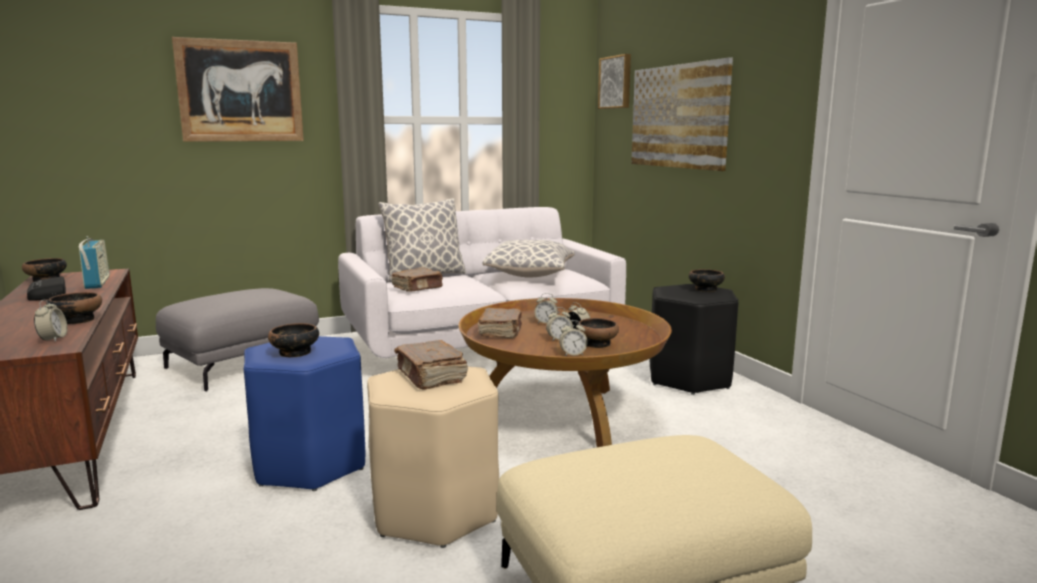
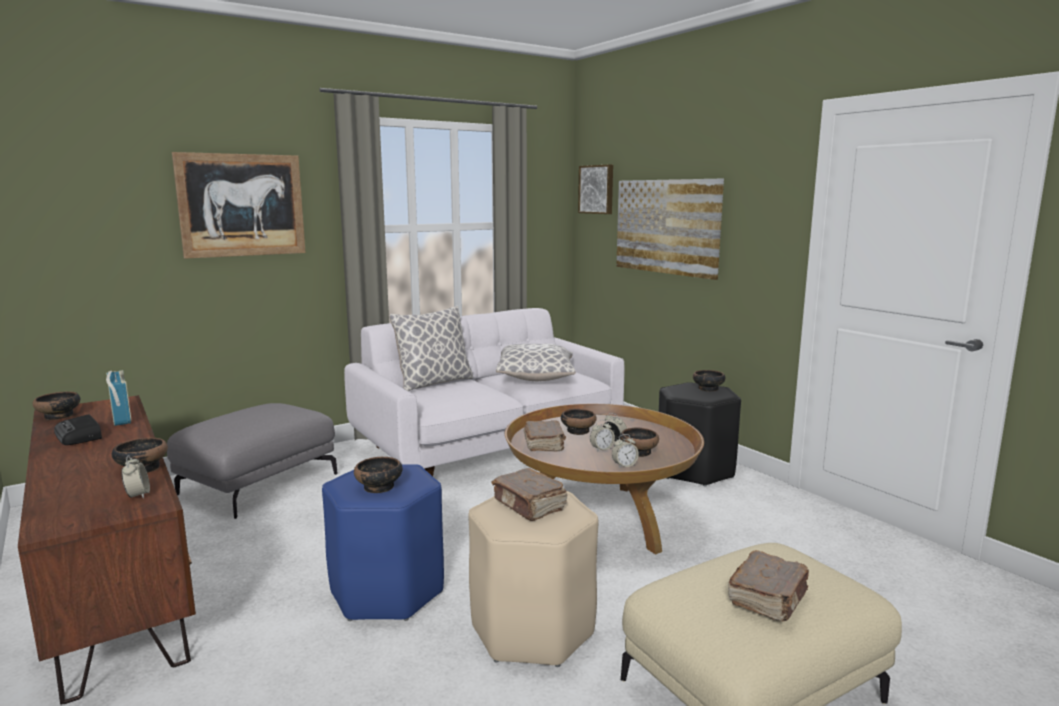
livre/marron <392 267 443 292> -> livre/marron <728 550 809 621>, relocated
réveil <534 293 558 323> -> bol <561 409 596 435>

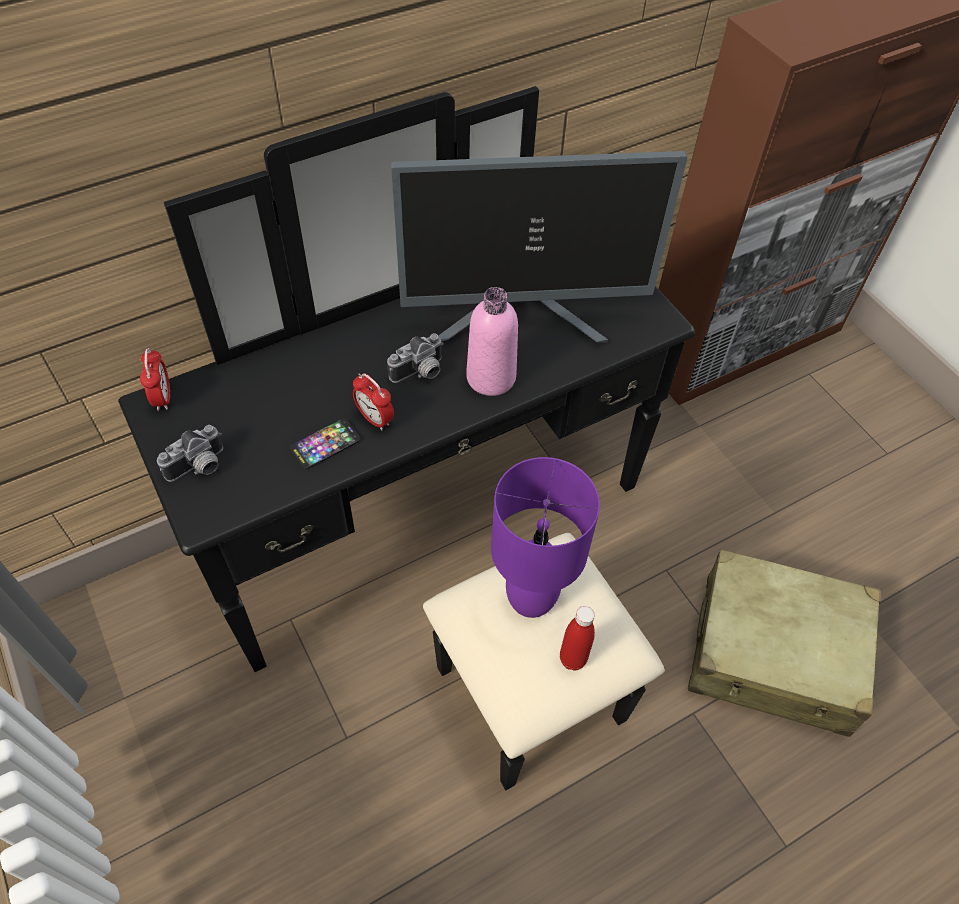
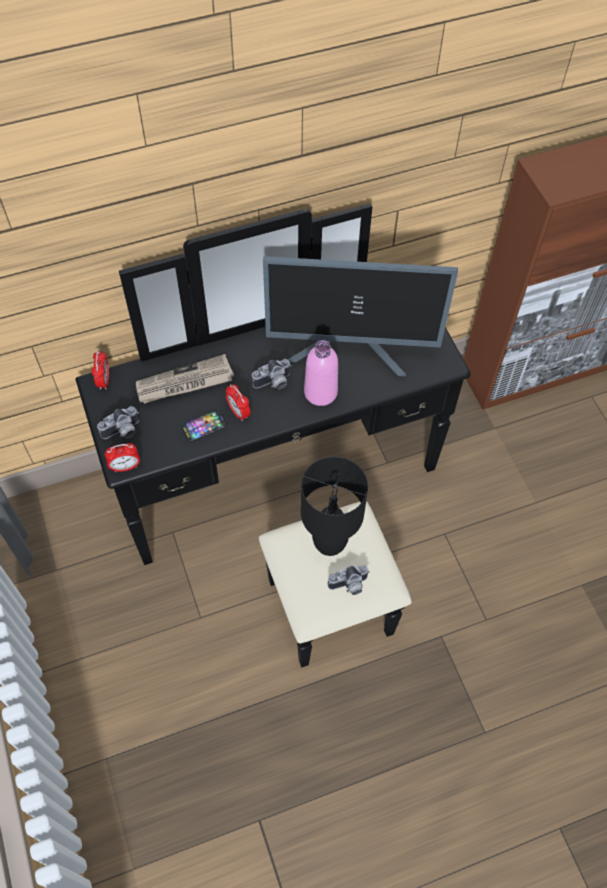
lampe de table/violet <491 457 600 618> -> lampe de table/noir <301 456 368 556>
bouteille/rouge <560 606 595 671> -> appareil photo <328 565 370 595>
valise/beige <688 549 880 737> -> none
none -> réveil <105 443 140 473>
none -> journal <136 354 234 404>

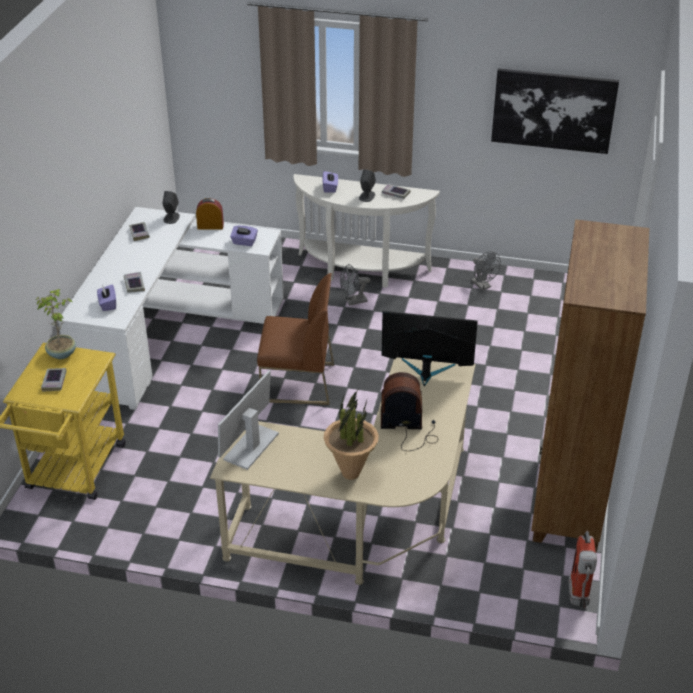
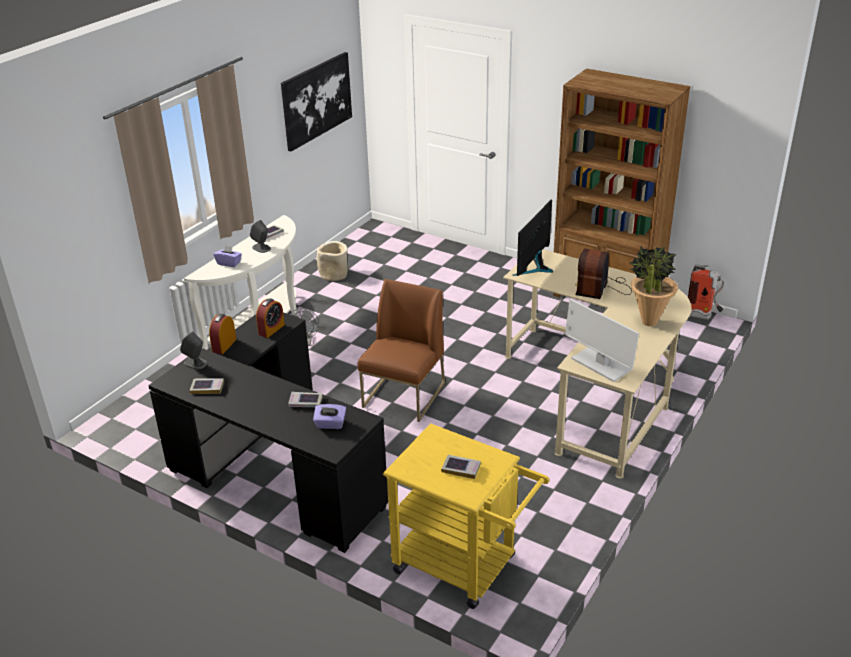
plante en pot <35 289 76 359> -> none
bureau/blanc <58 207 284 410> -> bureau/noir <148 312 388 553>
boîte à mouchoirs/violet <230 226 258 246> -> réveil <256 298 285 338>
ventilateur/gris <471 252 501 290> -> cache-pot/beige <317 241 348 281>

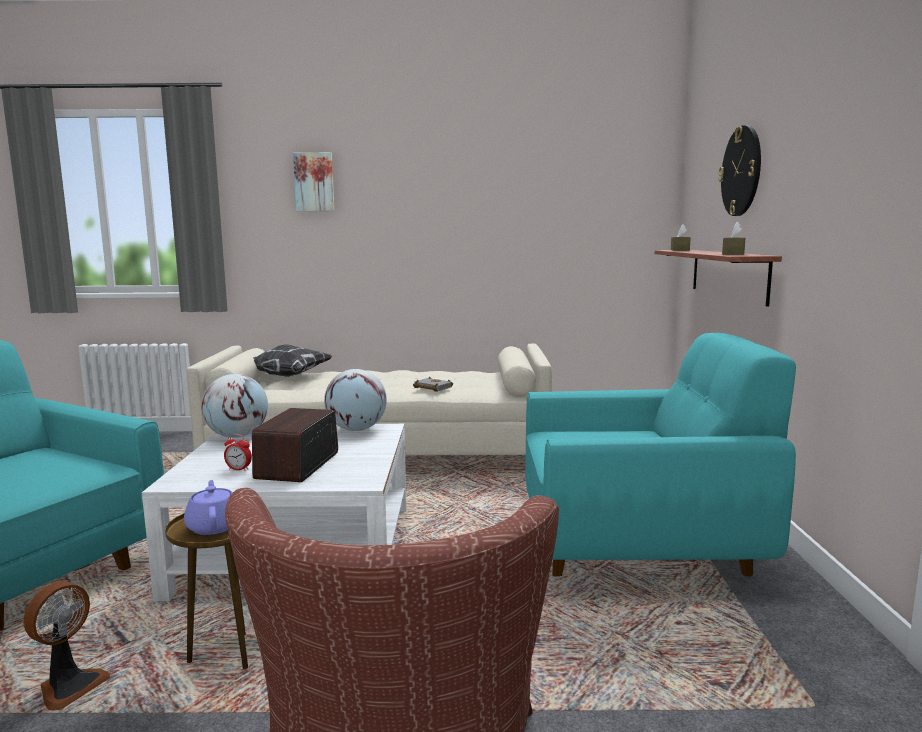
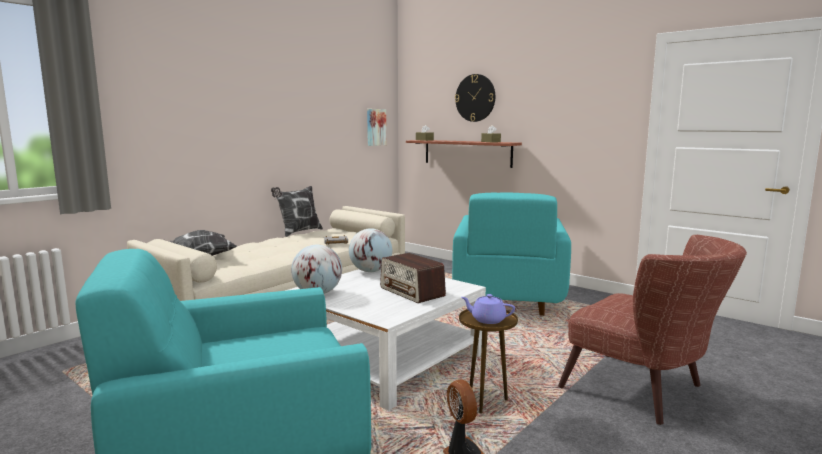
réveil <224 434 252 471> -> none
tableau <293 152 334 211> -> tableau <367 109 387 146>, relocated
fauteuil/turquoise <526 333 796 577> -> fauteuil/turquoise <452 193 571 316>, 150 degrees clockwise
none -> coussin <271 186 323 237>

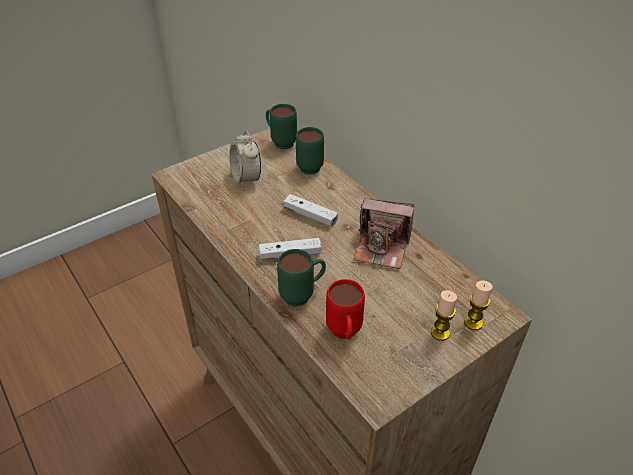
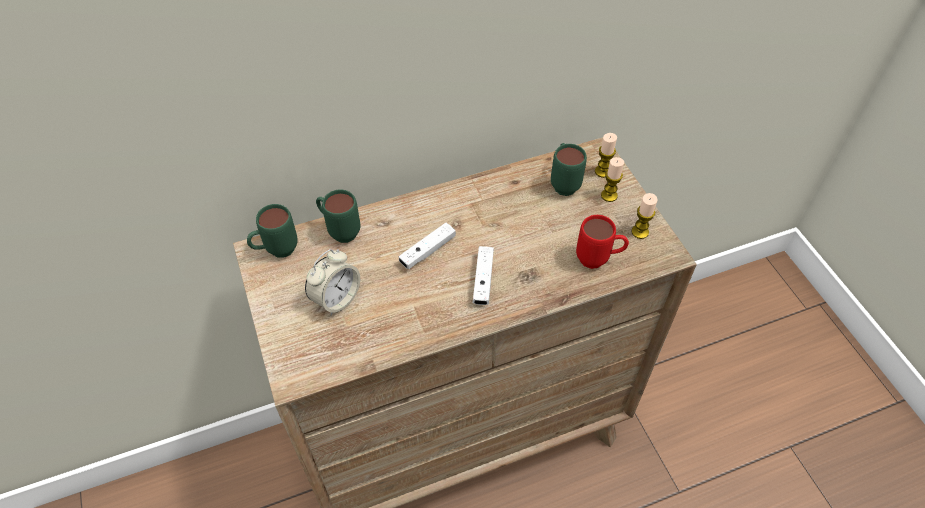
réveil <229 130 261 188> -> réveil <305 249 360 316>, 45 degrees counterclockwise
mug/vert <277 249 326 306> -> mug/vert <551 143 587 196>, relocated
appareil photo <353 198 414 269> -> none
none -> bougie <632 193 658 239>

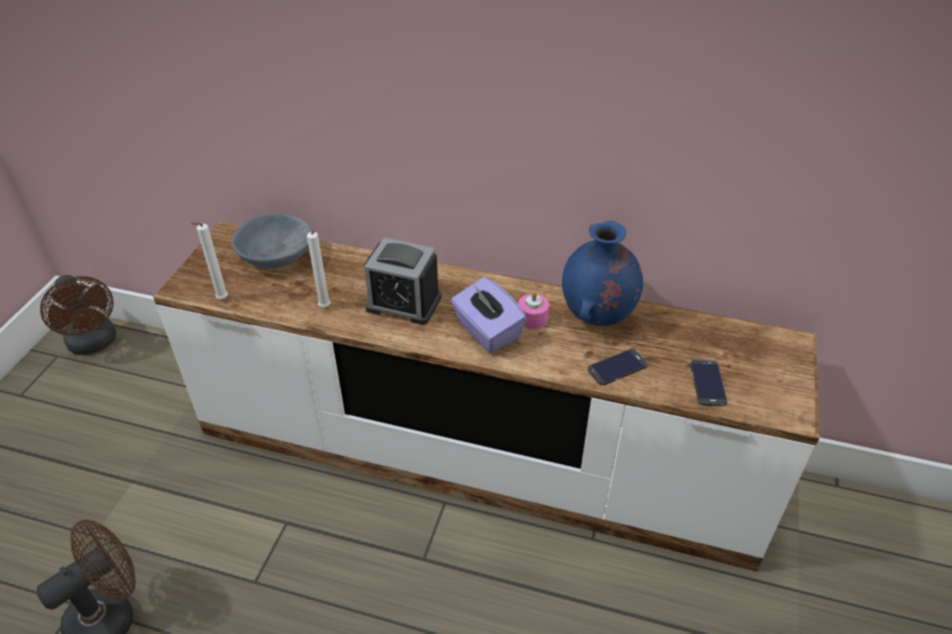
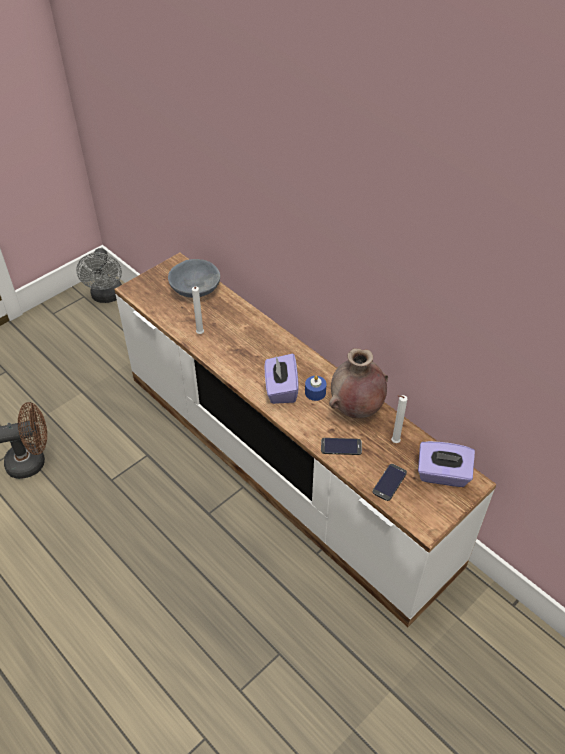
ventilateur/marron <40 275 116 355> -> ventilateur/gris <76 248 122 303>
bougie/blanc <191 223 228 299> -> bougie/blanc <391 395 407 443>, relocated
réveil <364 238 441 325> -> none
bougie/rose <518 291 549 329> -> bougie/bleu <305 375 327 401>
vase/bleu <562 221 643 326> -> vase/marron <329 348 388 418>
none -> boîte à mouchoirs/violet <418 441 475 487>

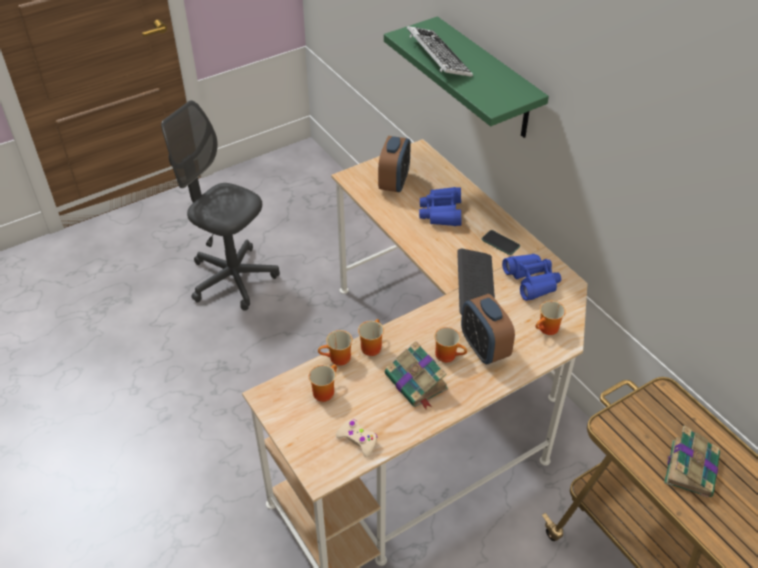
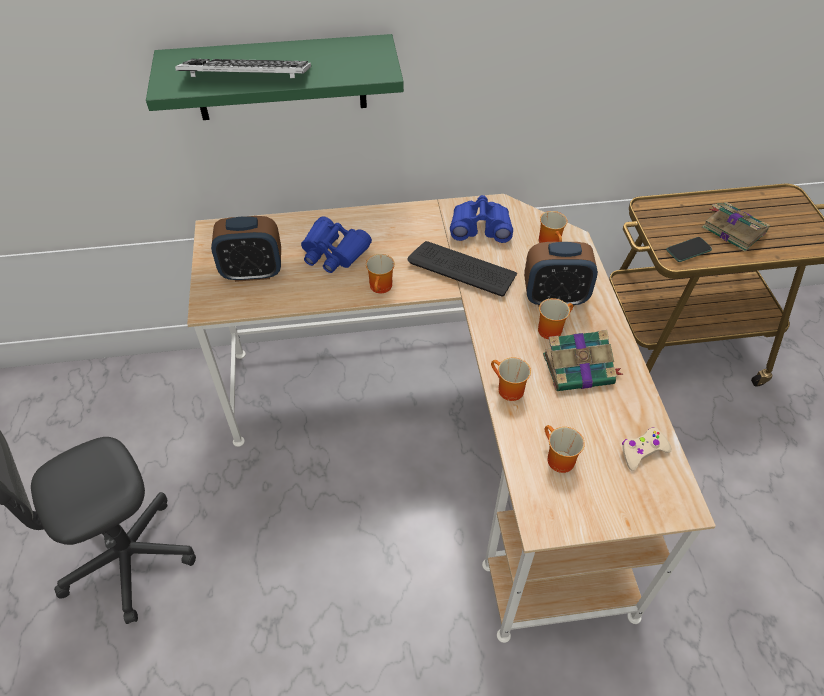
mug <318 330 353 366> -> mug <366 254 395 293>, relocated
réveil <378 136 411 193> -> réveil <211 216 281 282>, 135 degrees clockwise
téléphone <482 230 520 255> -> téléphone <666 237 712 262>, relocated

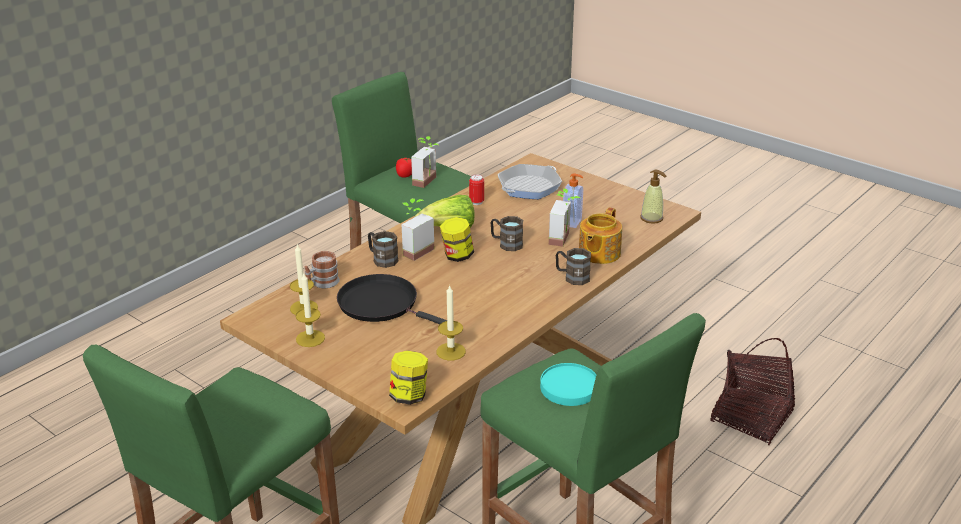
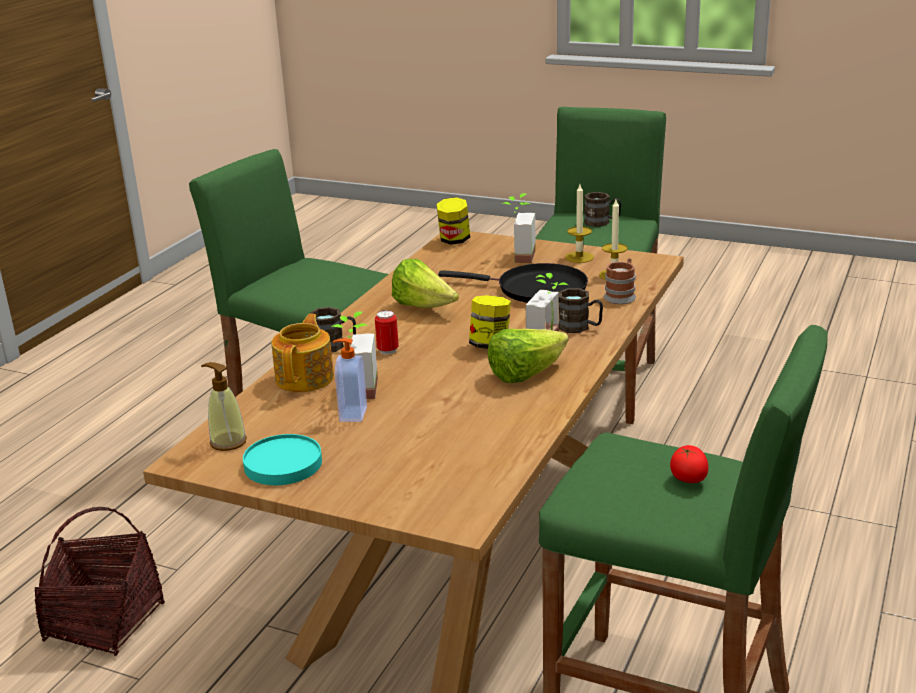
plante en pot <411 136 438 188> -> plante en pot <501 193 536 263>, relocated
bougie <436 284 466 361> -> none
boîte métallique <469 174 484 205> -> boîte métallique <375 310 399 355>, relocated
mug/marron <490 216 523 251> -> mug/marron <584 192 621 227>, relocated
poêle <497 164 562 199> -> none
assiette/turquoise <540 363 596 406> -> assiette/turquoise <243 434 322 485>, relocated
none -> laitue <392 259 459 308>

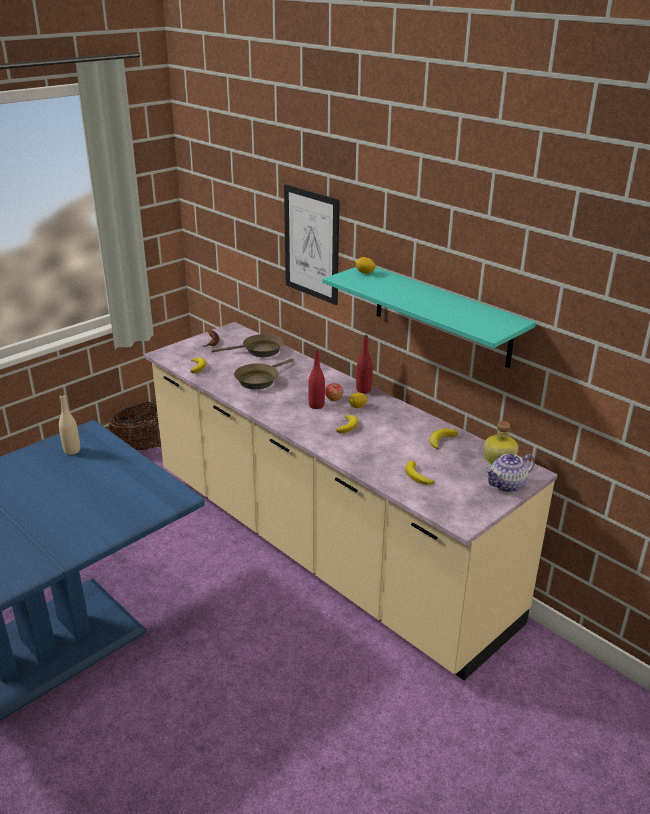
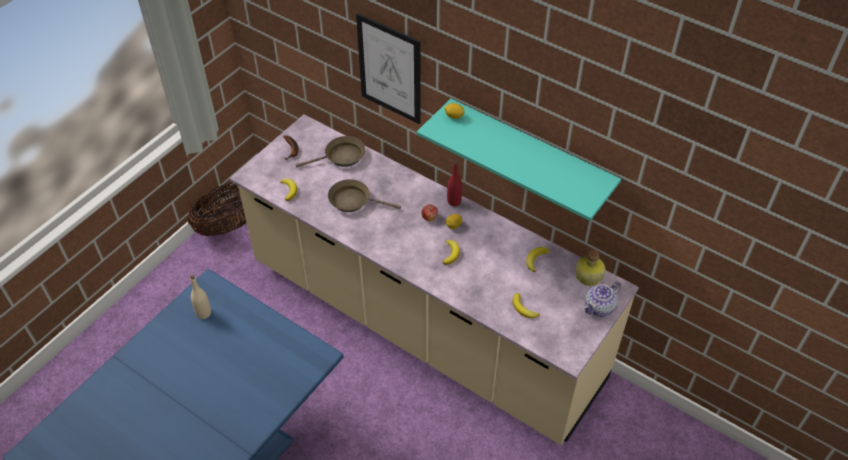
poêle/marron <234 358 293 389> -> poêle/marron <328 179 401 212>, 75 degrees clockwise
bouteille/rouge <308 349 325 409> -> none

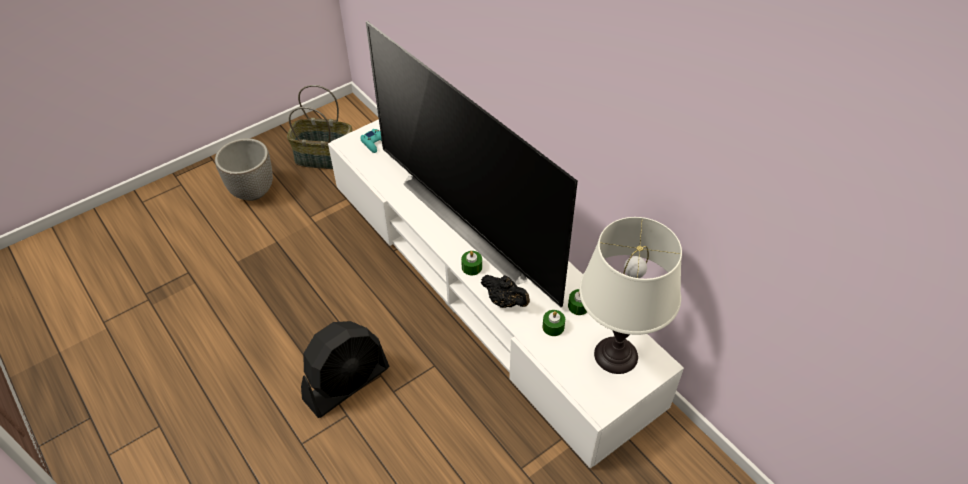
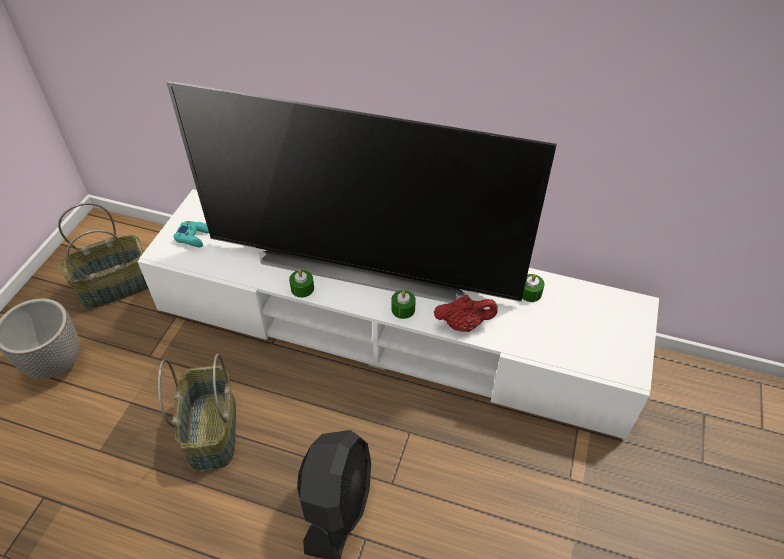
théière/noir <481 275 530 308> -> théière/rouge <434 295 498 332>
bougie/vert <542 310 565 336> -> bougie/vert <289 270 314 298>, relocated
lampe de table/blanc <579 217 682 374> -> none
none -> panier <158 354 236 470>

